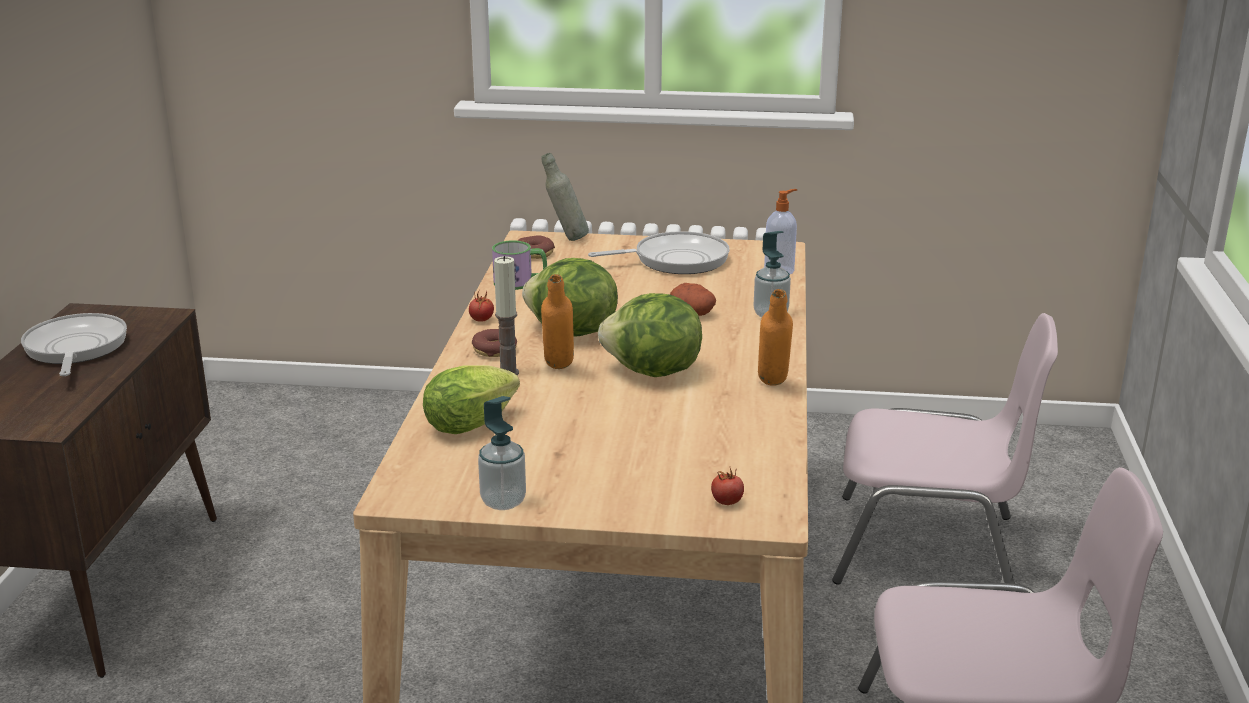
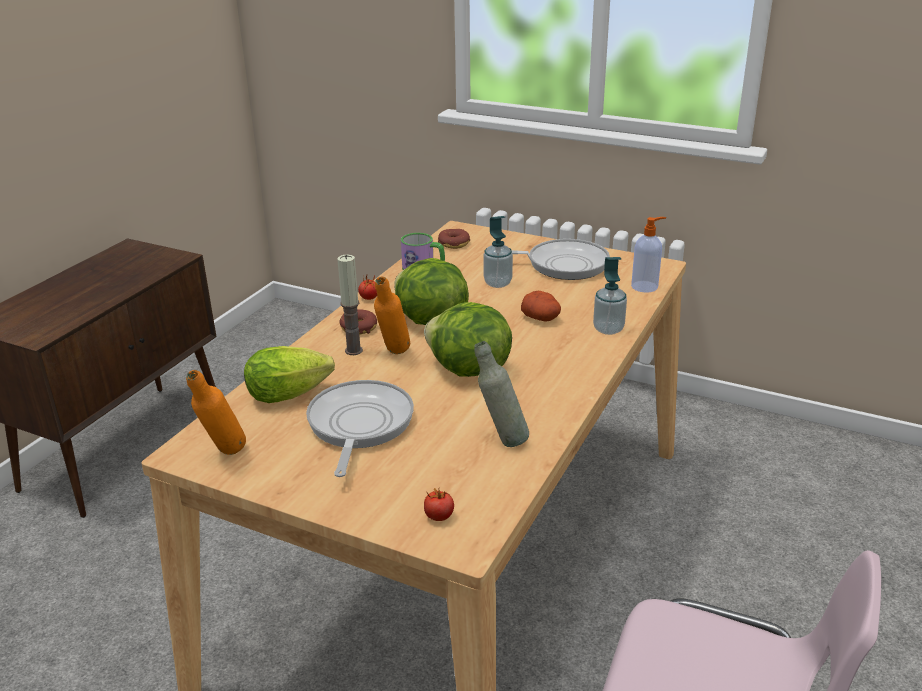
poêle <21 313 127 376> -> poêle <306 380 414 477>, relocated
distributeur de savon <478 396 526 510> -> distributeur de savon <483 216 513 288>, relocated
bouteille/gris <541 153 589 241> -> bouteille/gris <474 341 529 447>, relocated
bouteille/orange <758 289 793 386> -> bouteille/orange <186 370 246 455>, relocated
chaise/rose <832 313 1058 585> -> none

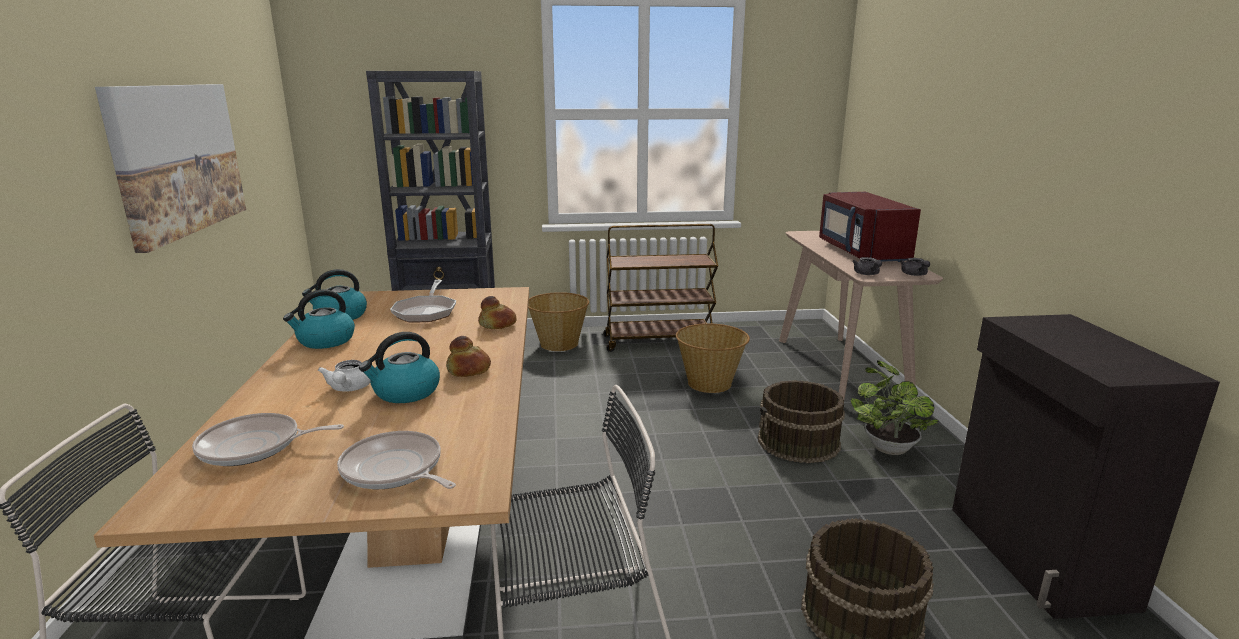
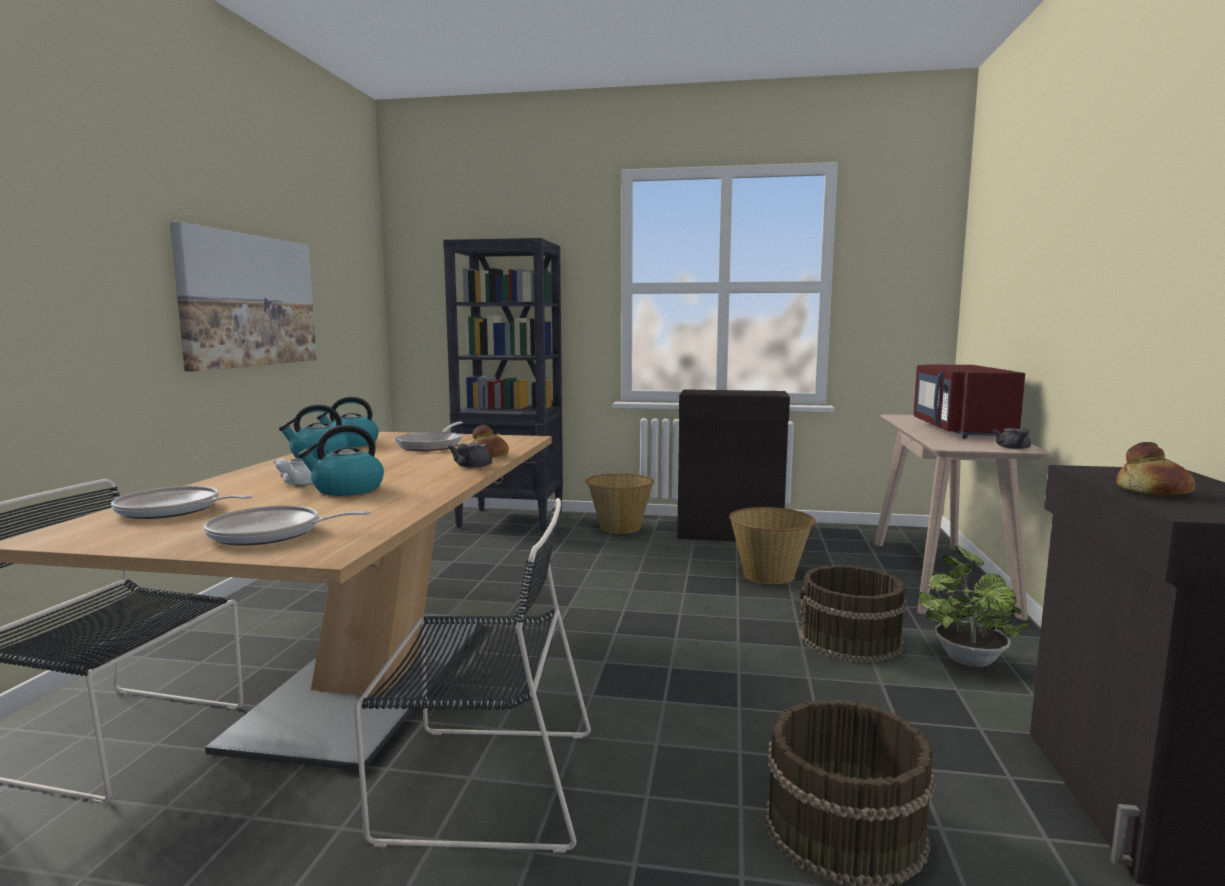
poêle <337 431 456 489> -> poêle <203 505 371 545>, 60 degrees counterclockwise
pain <446 336 491 377> -> pain <1116 442 1195 495>, relocated
chariot/marron <603 224 718 352> -> meuble de rangement/noir <677 389 790 542>
théière/gris <852 257 882 275> -> théière/gris <448 443 492 468>, relocated

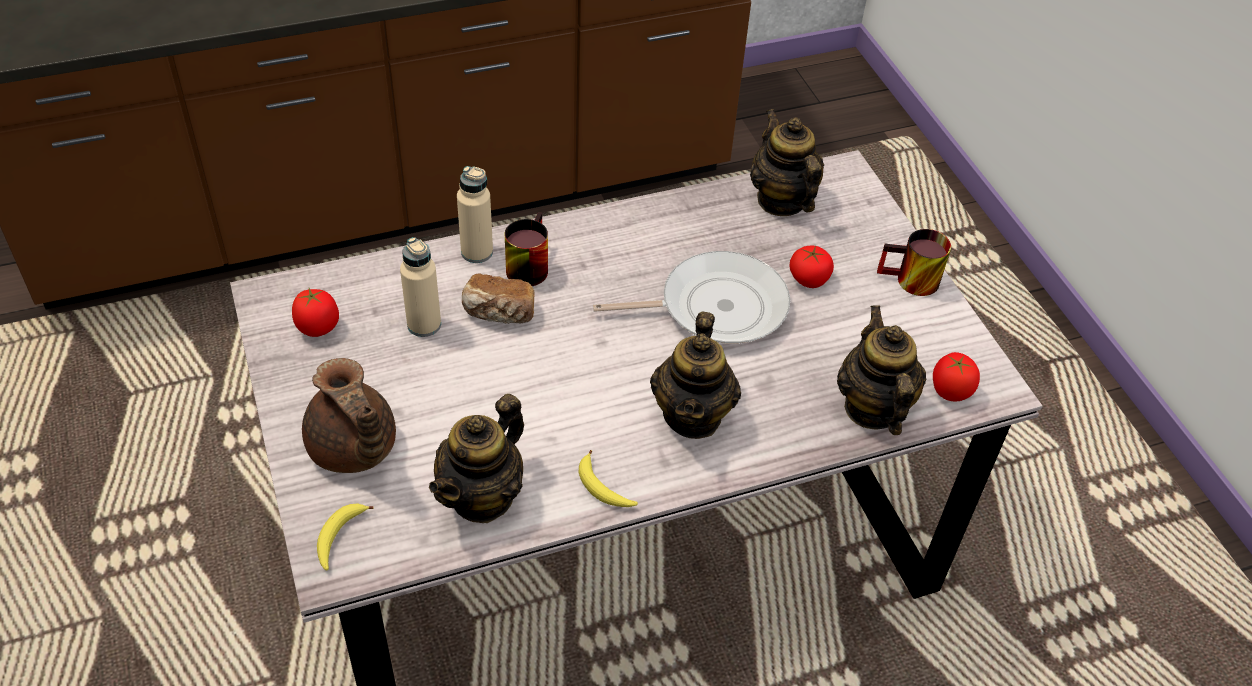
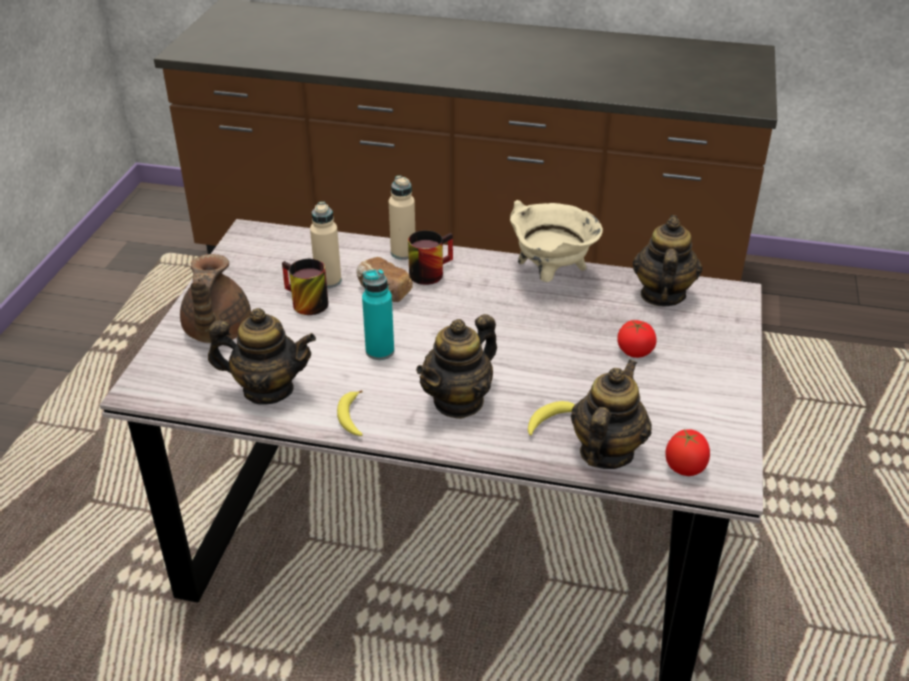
tomate <292 288 339 337> -> none
banane <317 504 374 571> -> banane <528 401 575 436>, relocated
théière <429 394 524 523> -> théière <208 308 316 405>, 150 degrees counterclockwise
poêle <593 251 790 344> -> none
mug <877 229 951 296> -> mug <282 259 328 315>, relocated
none -> bouteille/turquoise <362 269 394 360>
none -> marmite/beige <510 200 603 282>

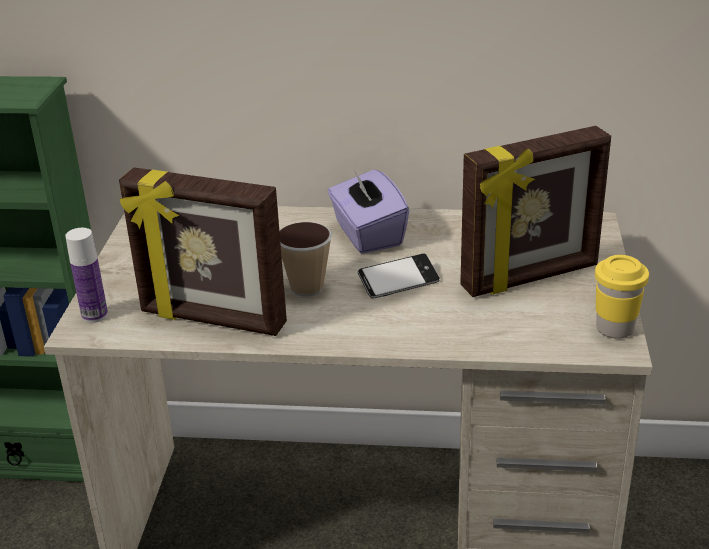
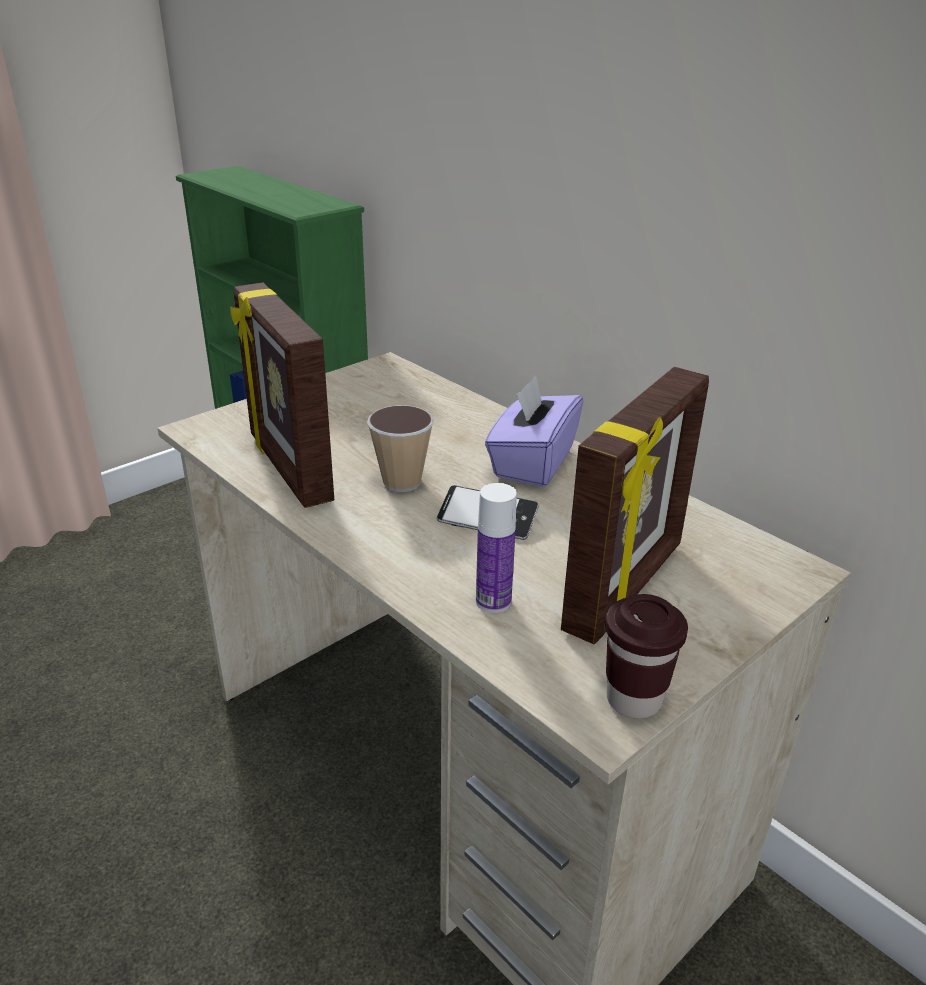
bouteille <65 228 108 323> -> bouteille <476 483 517 613>, relocated
cadre photo <460 126 611 297> -> cadre photo <561 367 709 644>, 75 degrees counterclockwise
tasse/jaune <595 255 649 339> -> tasse/marron <605 594 688 719>

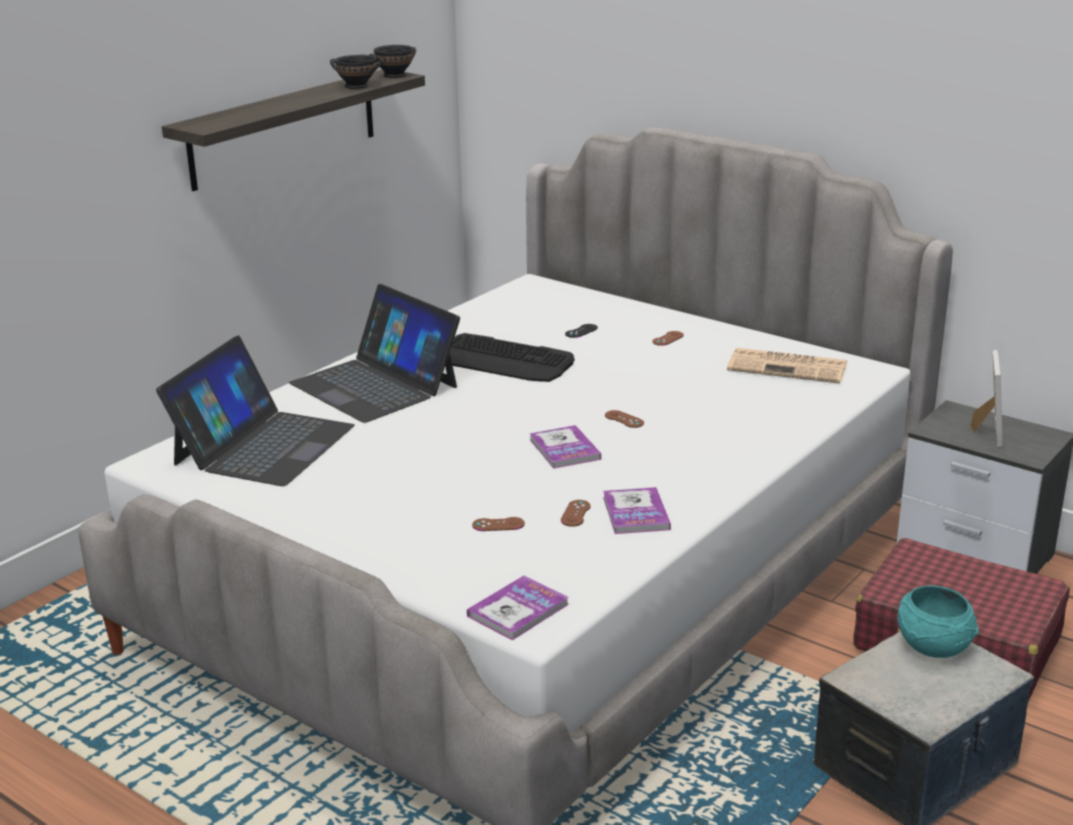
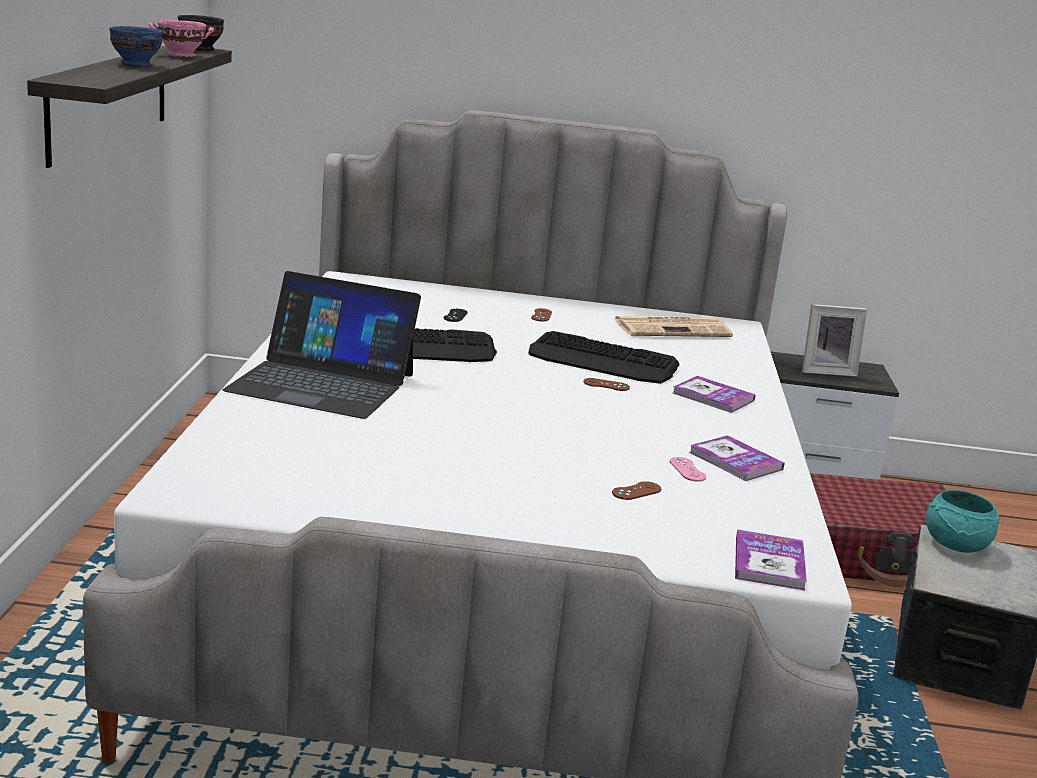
ordinateur portable <156 336 355 486> -> none
bol/noir <330 55 381 89> -> bol/rose <149 20 214 57>
livre <529 425 601 469> -> livre <673 376 756 413>, relocated
manette/marron <561 500 591 527> -> manette/rose <670 457 706 482>
cadre photo <970 350 1003 447> -> cadre photo <802 304 867 377>, 105 degrees clockwise
none -> bol/bleu <109 26 163 67>
none -> clavier <528 331 680 384>

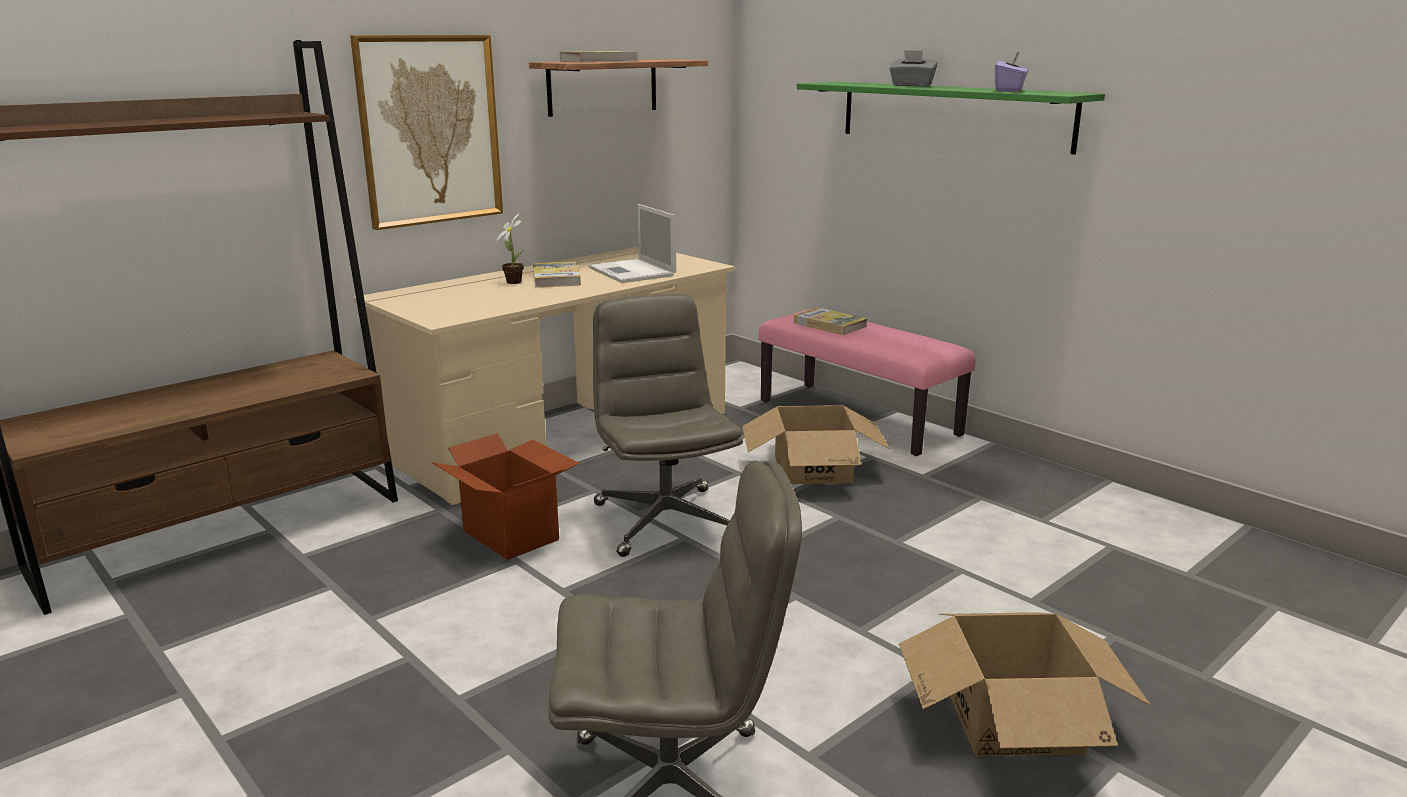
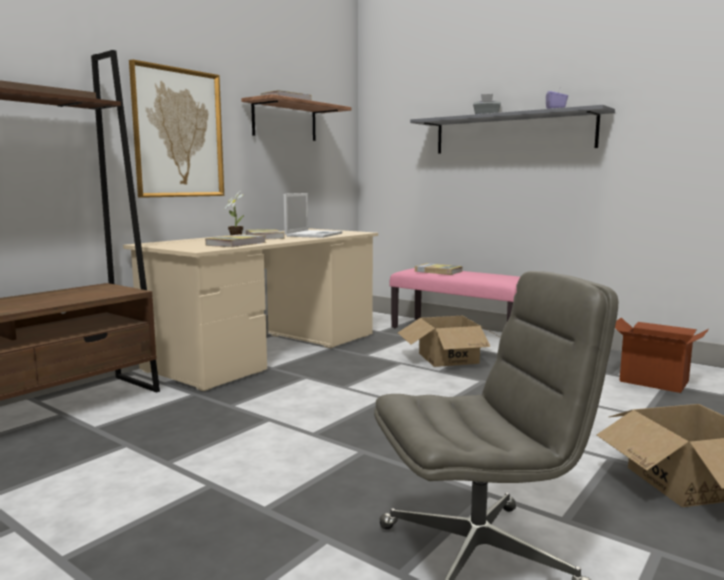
carton <432 433 580 560> -> carton <615 318 709 393>, relocated
ordinateur portable <589 204 676 283> -> ordinateur portable <284 193 343 238>, 120 degrees counterclockwise
chaise de bureau/gris <593 294 743 557> -> none
étagère/vert <797 82 1105 155> -> étagère/gris <410 105 615 154>
none -> livre <205 234 266 247>

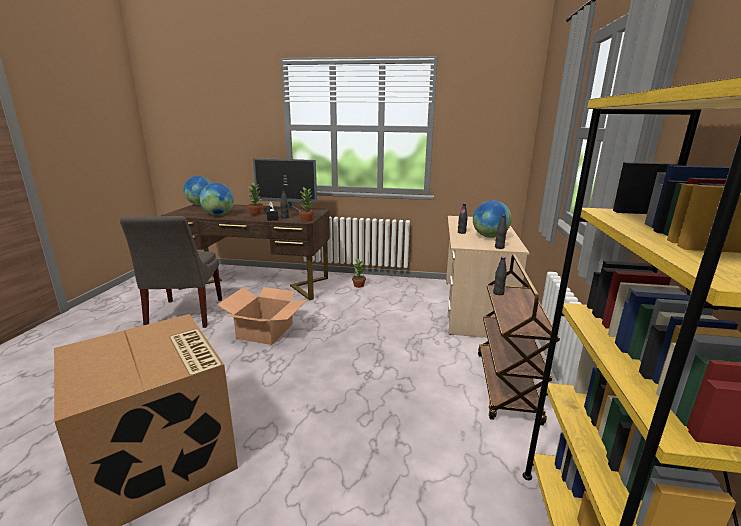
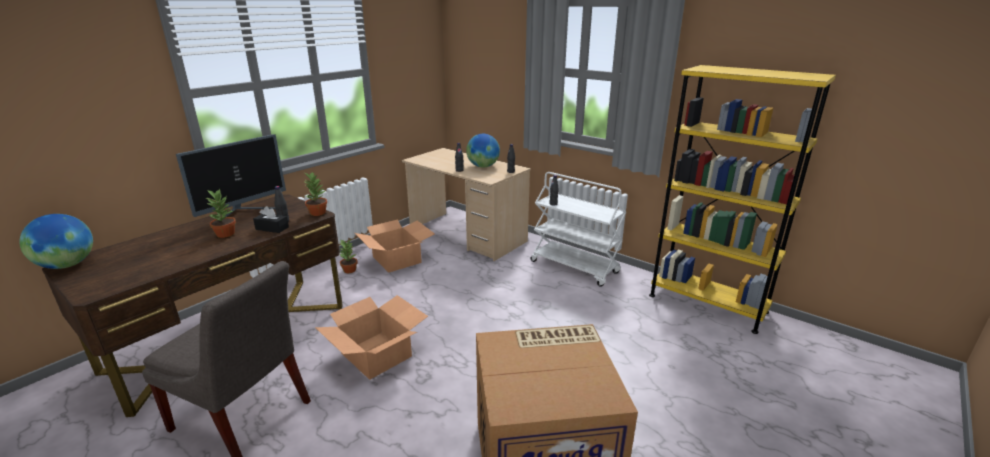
globe <200 183 234 215> -> none
chariot/marron <478 255 560 425> -> chariot/blanc <530 172 626 287>
none -> carton <355 220 435 273>

